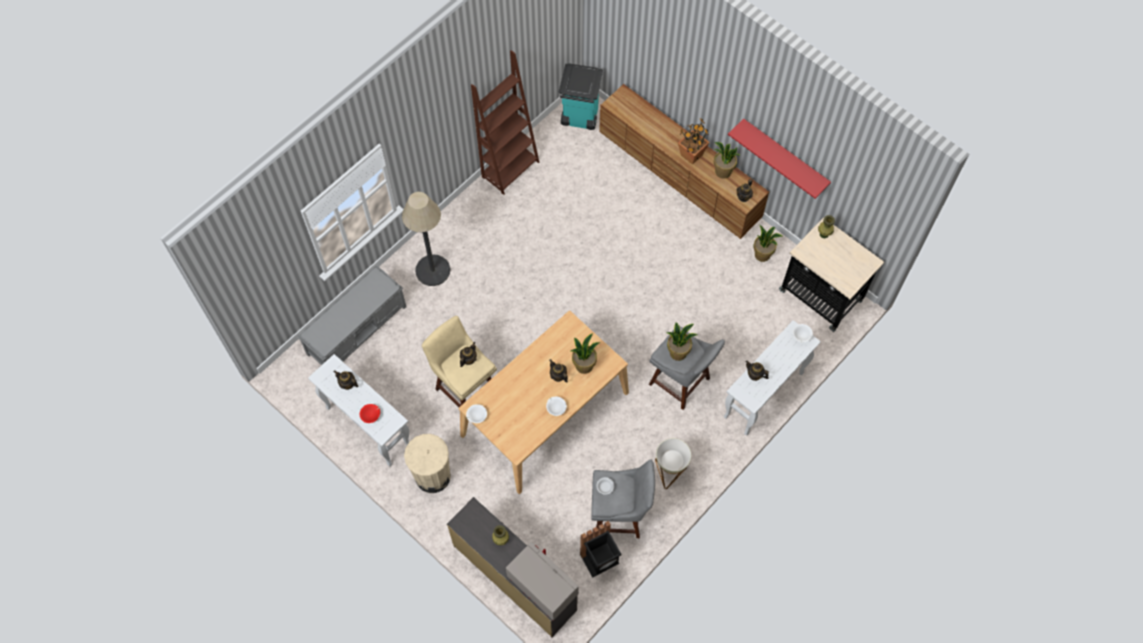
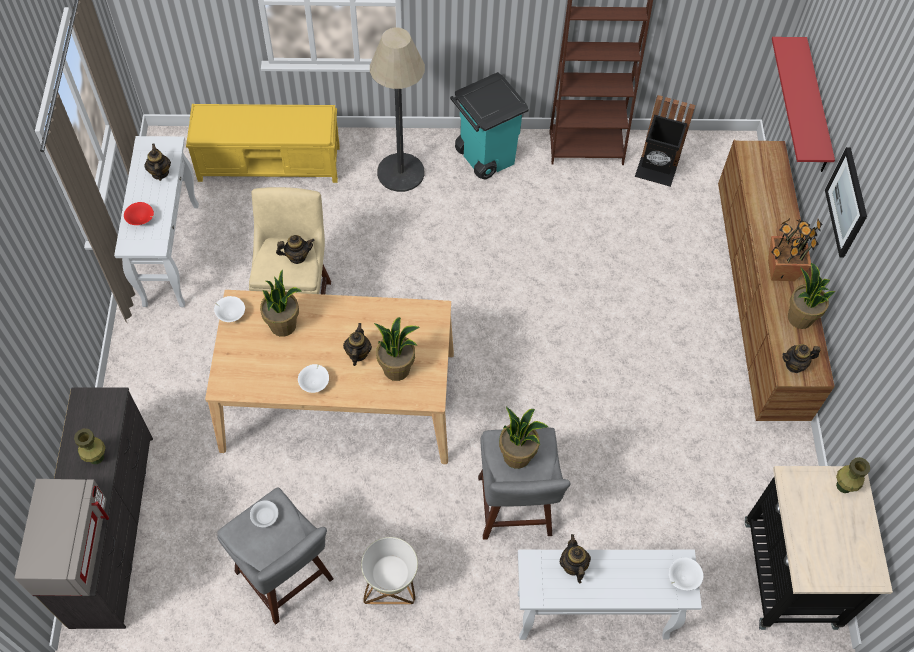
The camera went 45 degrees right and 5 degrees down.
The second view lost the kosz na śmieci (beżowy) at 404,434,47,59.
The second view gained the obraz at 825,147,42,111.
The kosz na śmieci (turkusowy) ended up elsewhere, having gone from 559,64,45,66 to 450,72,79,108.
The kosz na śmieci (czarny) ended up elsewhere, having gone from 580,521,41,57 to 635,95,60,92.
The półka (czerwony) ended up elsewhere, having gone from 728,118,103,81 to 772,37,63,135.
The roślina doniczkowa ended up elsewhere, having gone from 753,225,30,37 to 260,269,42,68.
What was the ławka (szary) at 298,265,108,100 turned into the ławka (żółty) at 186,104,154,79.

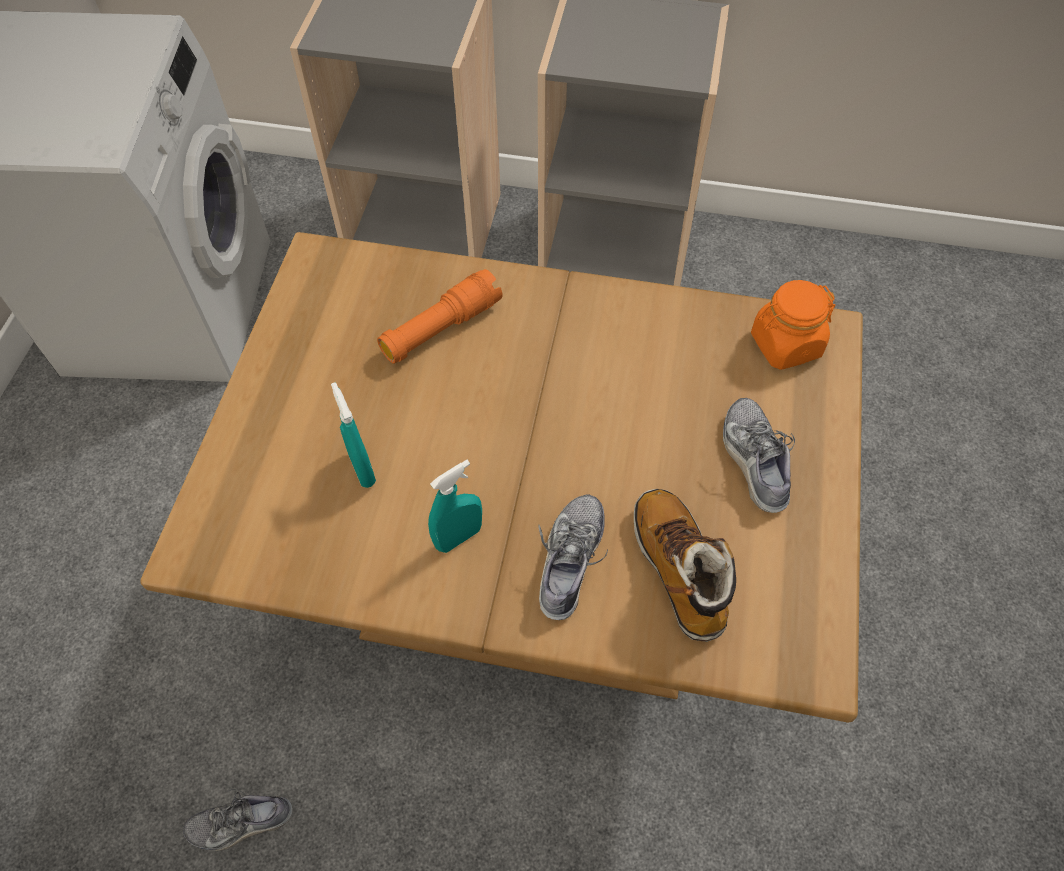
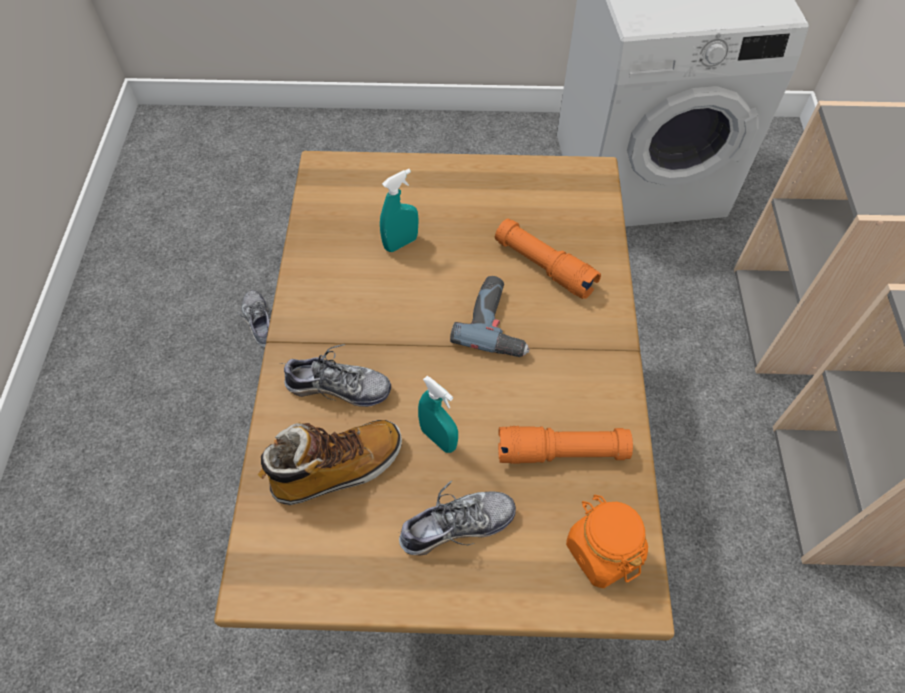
The camera went 80 degrees right and 0 degrees up.
The second view gained the wiertarka at 450,276,80,81.
The second view gained the latarka (pomarańczowy) at 498,426,135,38.
The spryskiwacz (turkusowy) ended up elsewhere, having gone from 428,460,54,93 to 418,376,40,77.

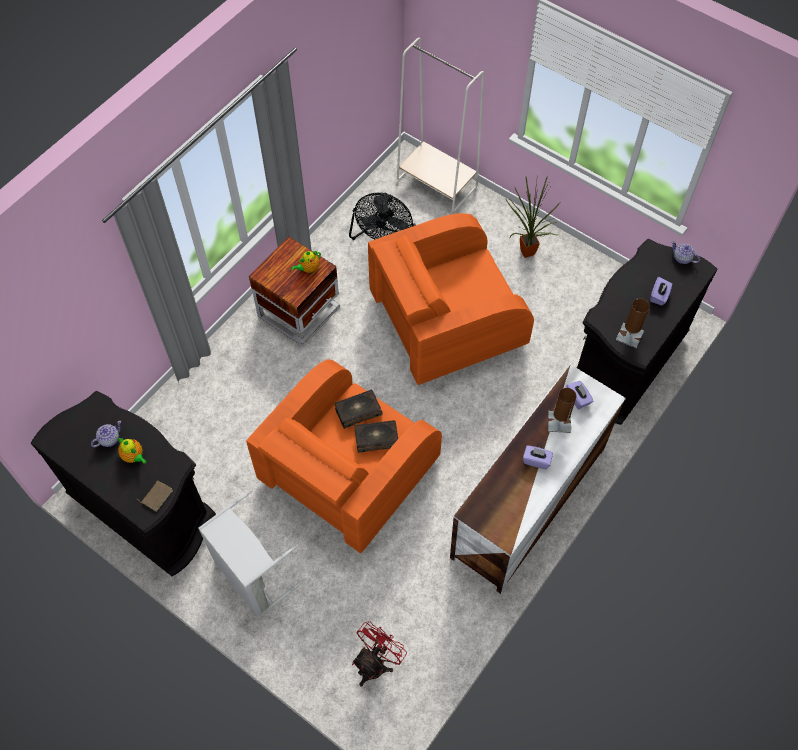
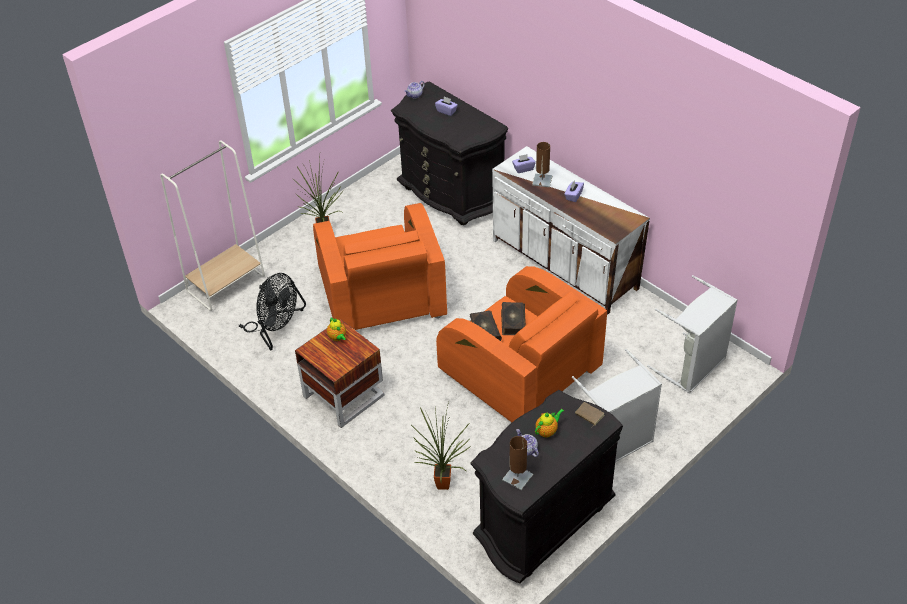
The camera went 80 degrees left and 15 degrees down.
The second view gained the roślina doniczkowa at 410,402,61,88.
The lampa stołowa (brązowy) ended up elsewhere, having gone from 616,299,34,49 to 502,436,31,54.
Where the wentylator (czerwony) stood at 352,622,55,65, the kosz na pranie (szary) came to stand at 647,275,91,119.

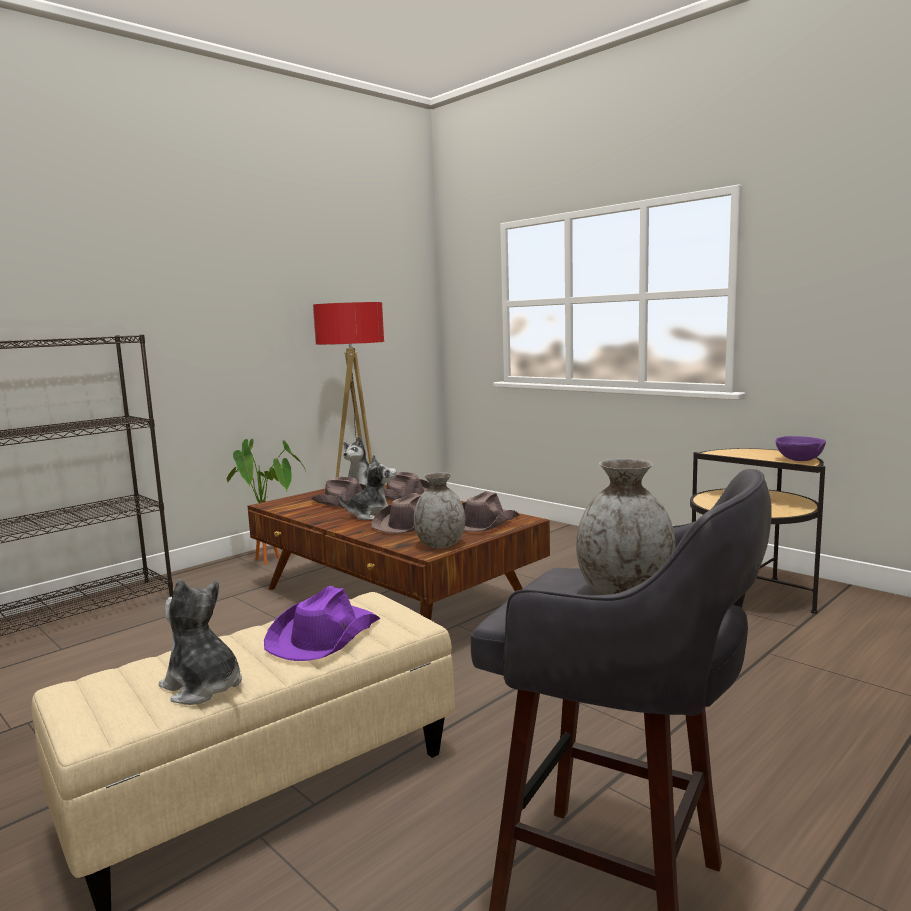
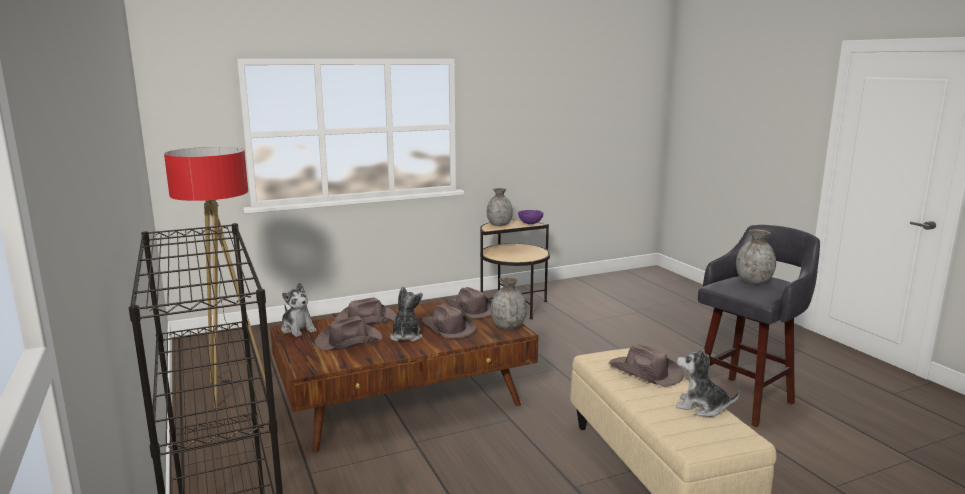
The camera went 70 degrees left and 5 degrees up.
The second view lost the roślina doniczkowa at 227,439,79,126.
The second view gained the wazon (szary) at 487,188,26,38.
What was the kapelusz (fioletowy) at 264,586,116,75 turned into the kapelusz (brązowy) at 608,344,76,43.
The pluszak at 159,579,83,126 ended up facing another way, 60 degrees clockwise from before.

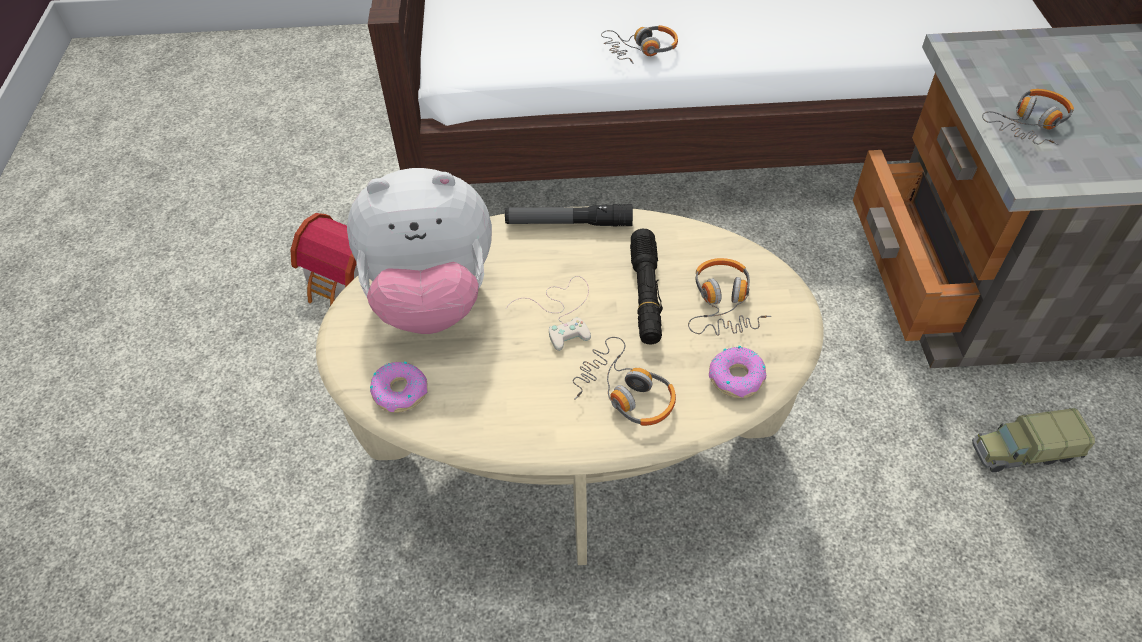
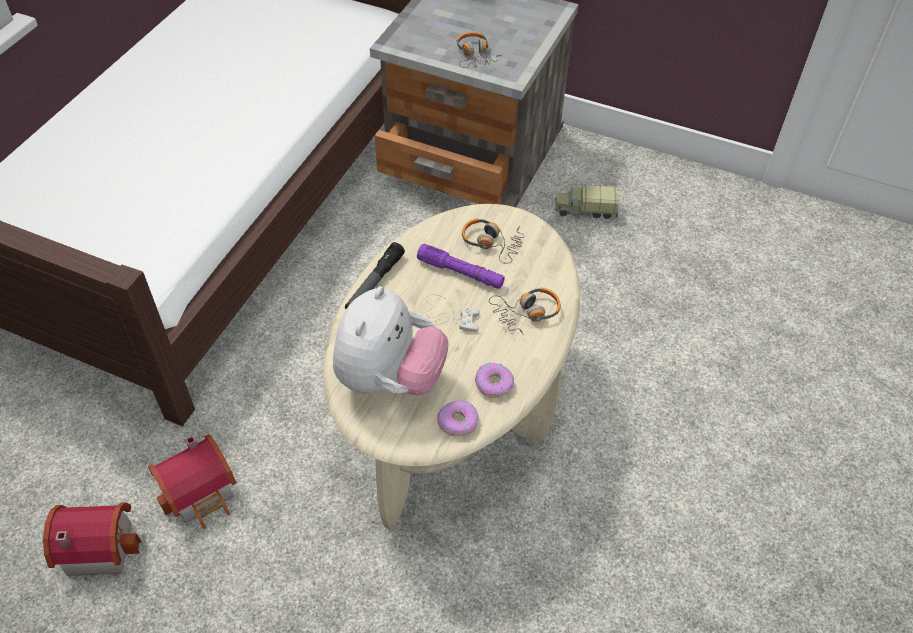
The camera went 65 degrees left and 0 degrees up.
The second view lost the słuchawki at 601,25,77,38.
The second view gained the domek at 43,502,98,74.
The donut ended up elsewhere, having gone from 709,346,57,52 to 475,363,39,35.
What was the latarka (czarny) at 630,229,33,115 turned into the latarka (fioletowy) at 417,244,88,45.
The ciężarówka zabawkowa at 972,408,123,64 ended up facing another way, 75 degrees clockwise from before.

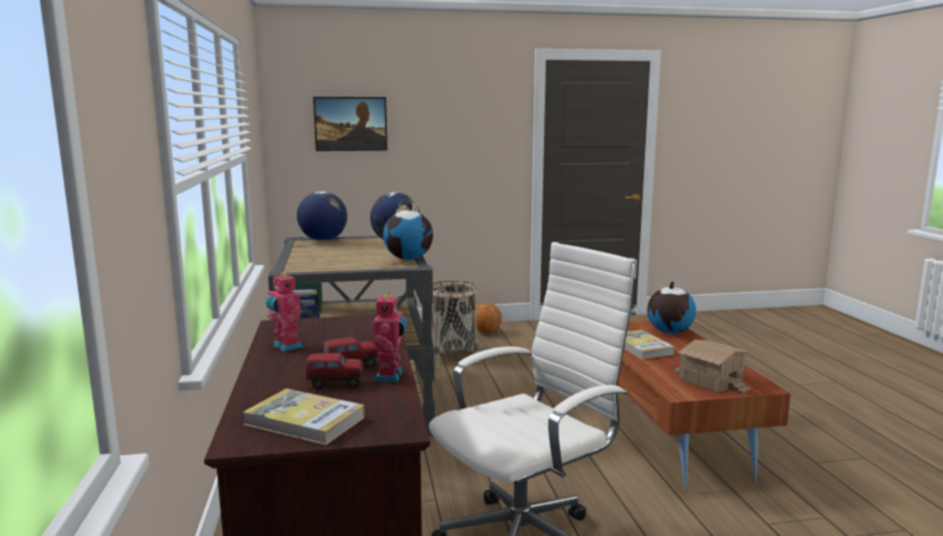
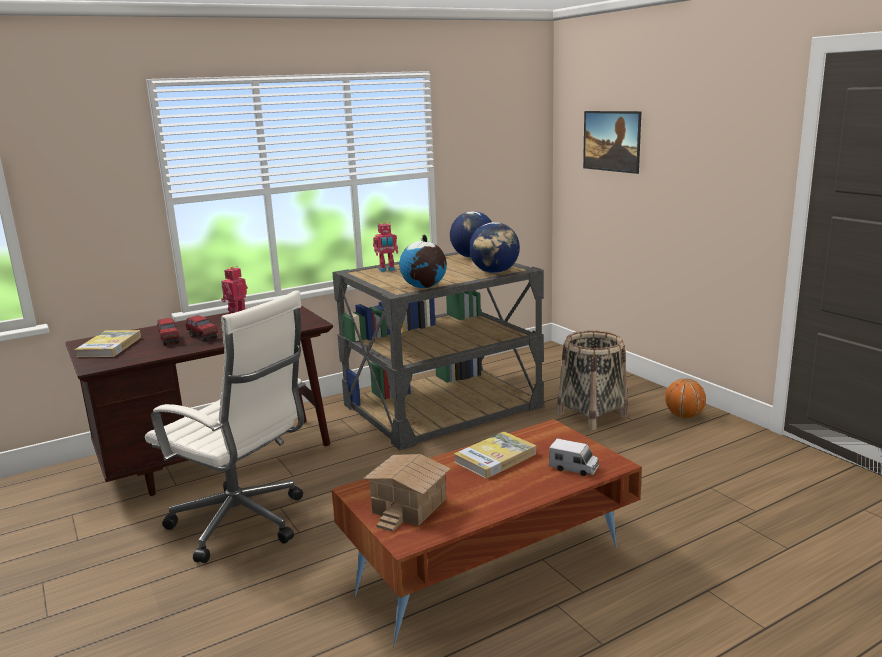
The camera went 70 degrees right and 5 degrees up.
The robot zabawkowy ended up elsewhere, having gone from 373,293,34,89 to 373,222,25,50.
Where the globus stood at 647,281,49,53, the ciężarówka zabawkowa came to stand at 549,438,50,38.

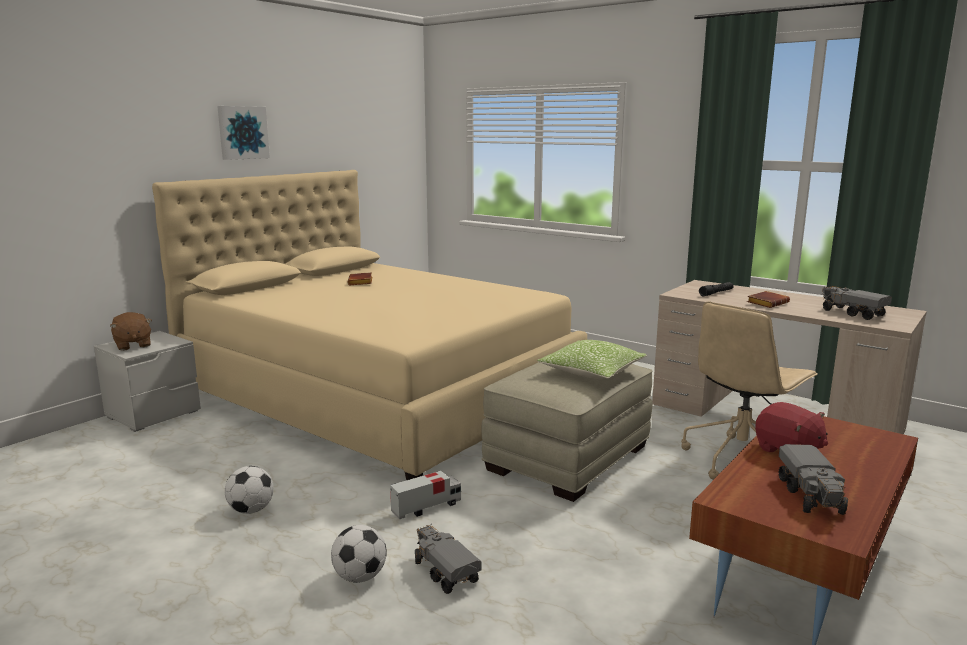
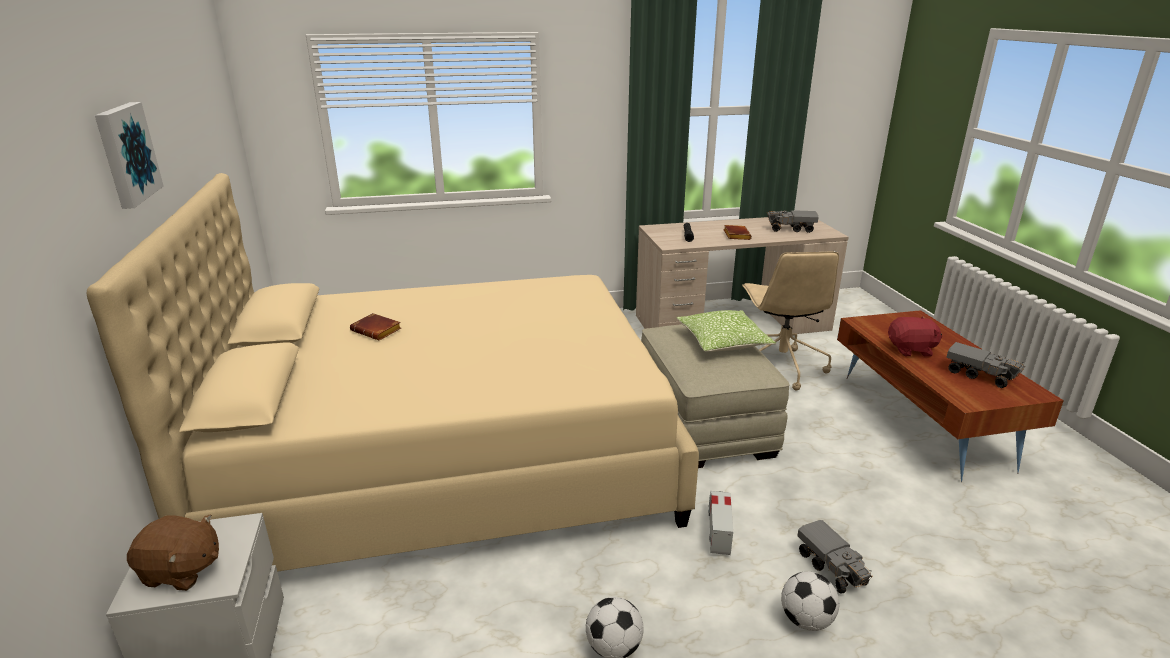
The camera went 50 degrees left and 10 degrees up.
The ciężarówka zabawkowa at 415,523,66,71 ended up facing another way, 120 degrees counterclockwise from before.

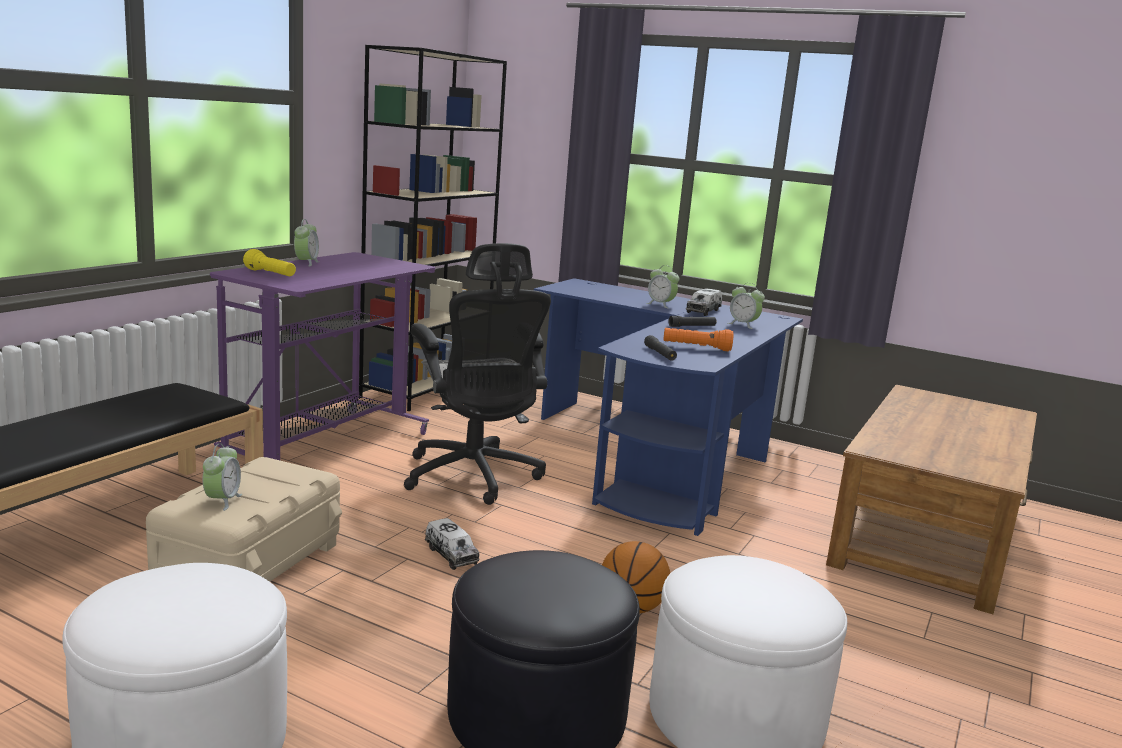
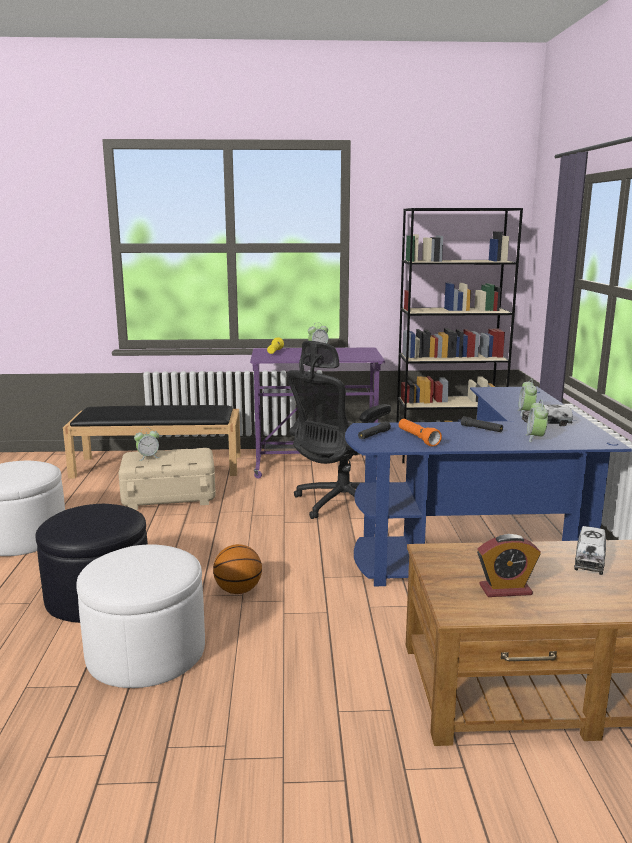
The camera went 60 degrees right and 0 degrees up.
The second view gained the budzik at 477,534,64,63.
The ciężarówka zabawkowa ended up elsewhere, having gone from 425,518,54,52 to 574,526,32,49.

